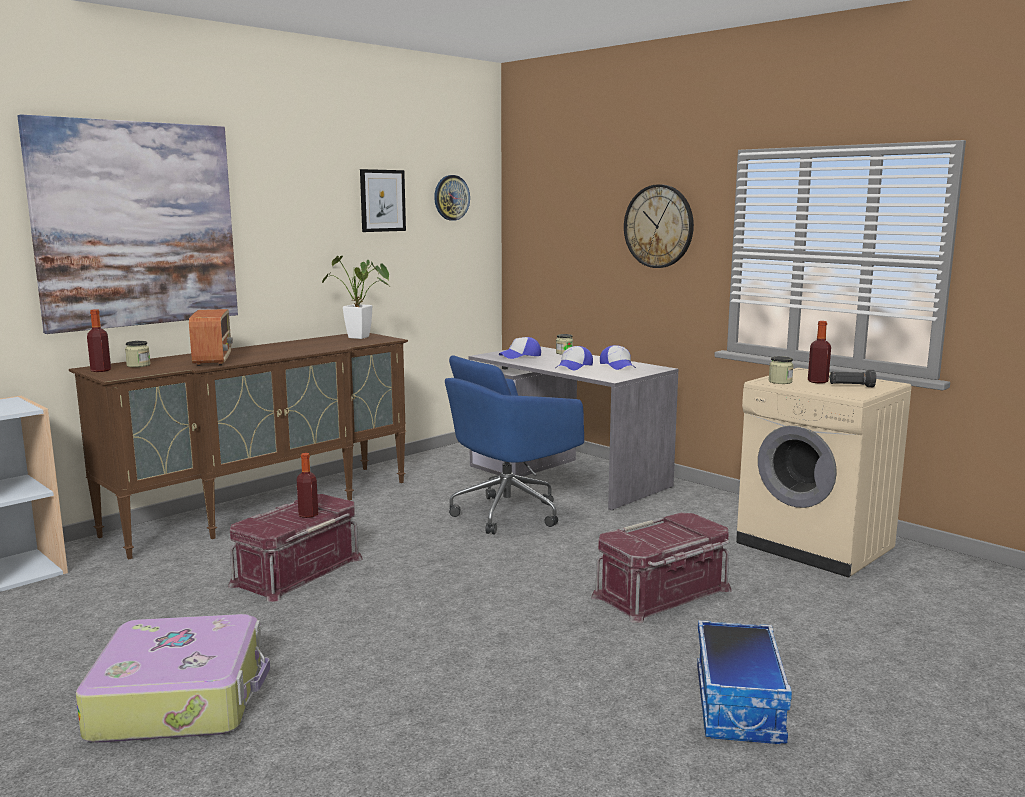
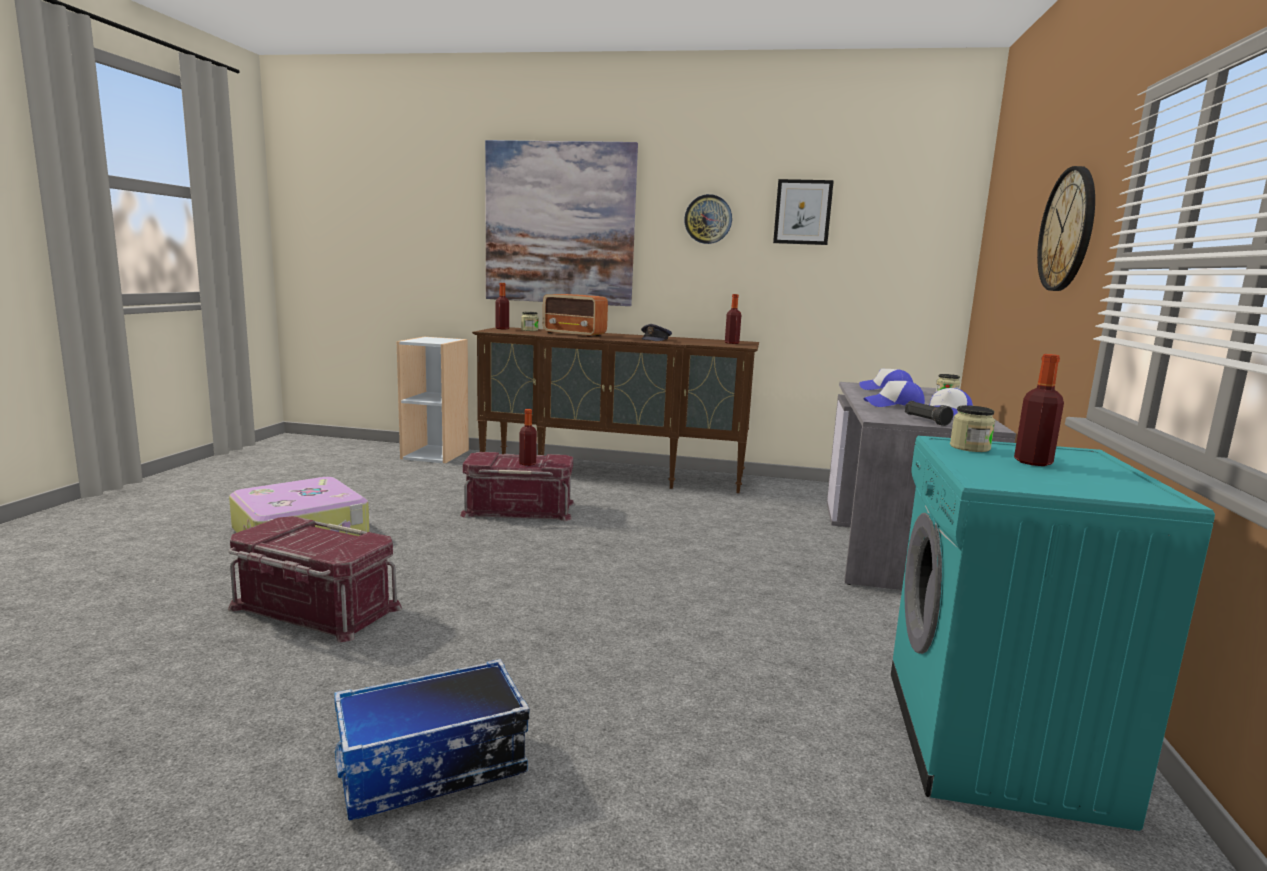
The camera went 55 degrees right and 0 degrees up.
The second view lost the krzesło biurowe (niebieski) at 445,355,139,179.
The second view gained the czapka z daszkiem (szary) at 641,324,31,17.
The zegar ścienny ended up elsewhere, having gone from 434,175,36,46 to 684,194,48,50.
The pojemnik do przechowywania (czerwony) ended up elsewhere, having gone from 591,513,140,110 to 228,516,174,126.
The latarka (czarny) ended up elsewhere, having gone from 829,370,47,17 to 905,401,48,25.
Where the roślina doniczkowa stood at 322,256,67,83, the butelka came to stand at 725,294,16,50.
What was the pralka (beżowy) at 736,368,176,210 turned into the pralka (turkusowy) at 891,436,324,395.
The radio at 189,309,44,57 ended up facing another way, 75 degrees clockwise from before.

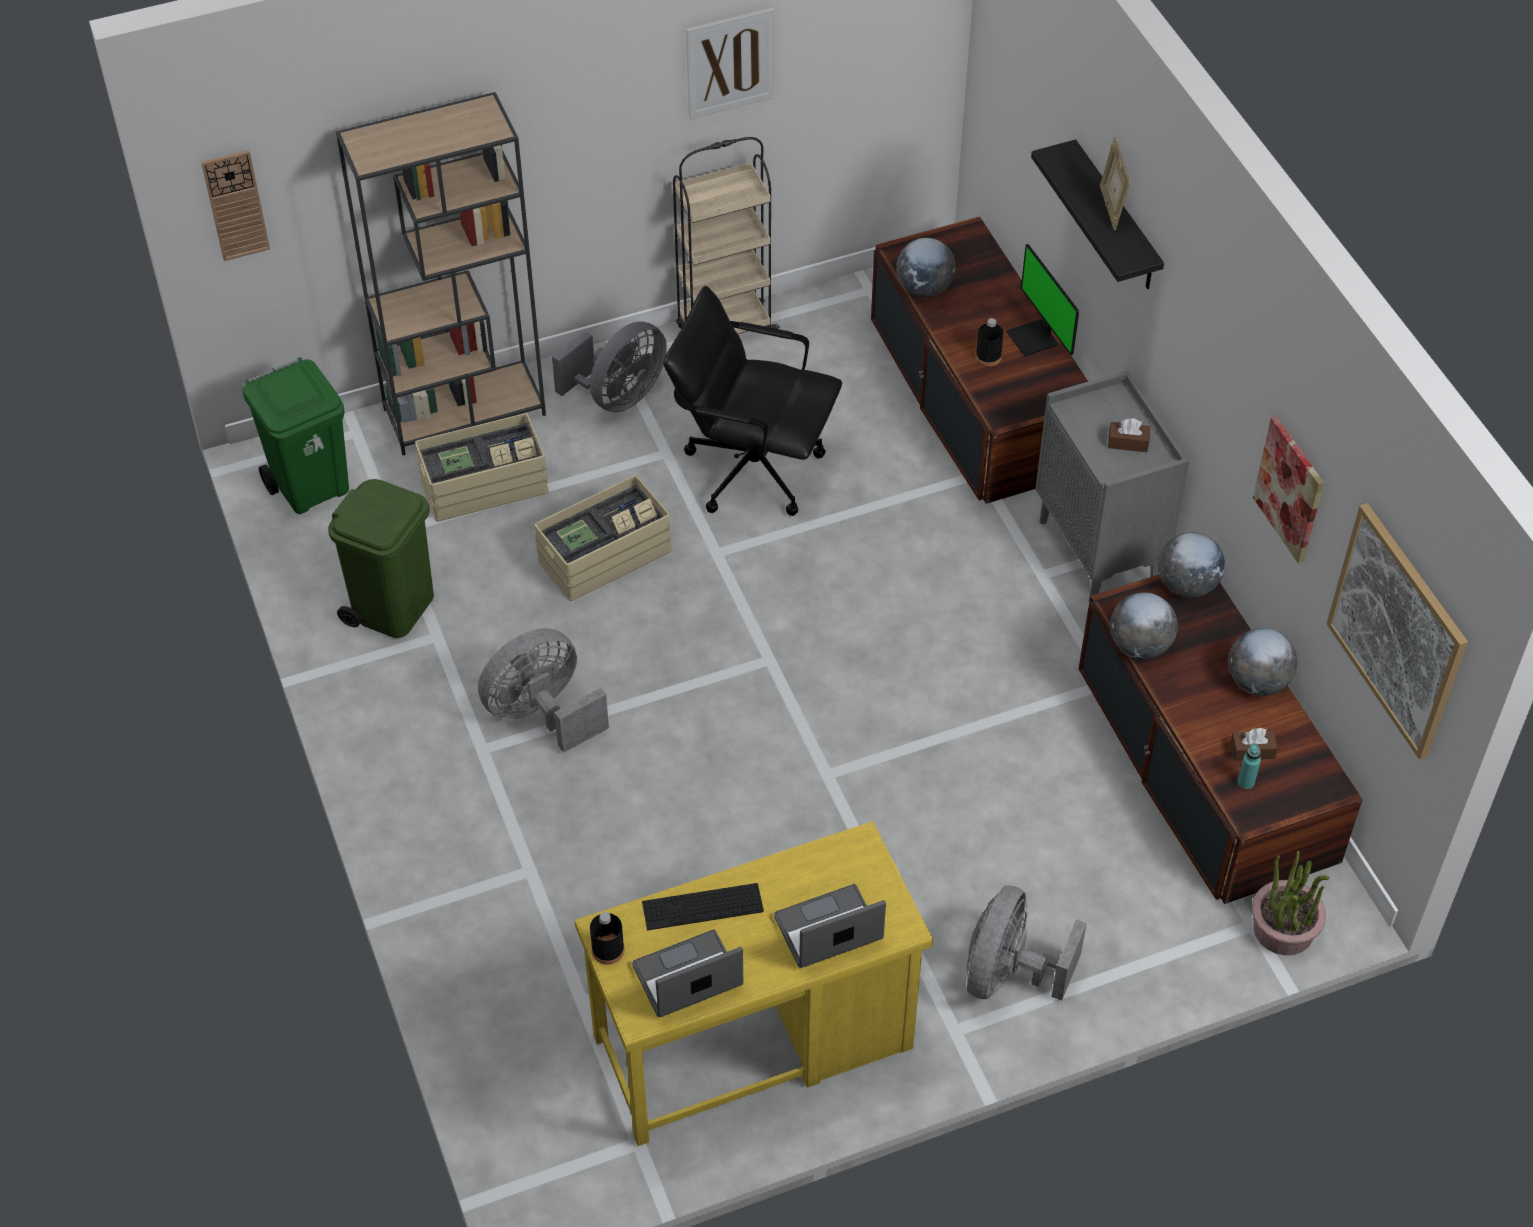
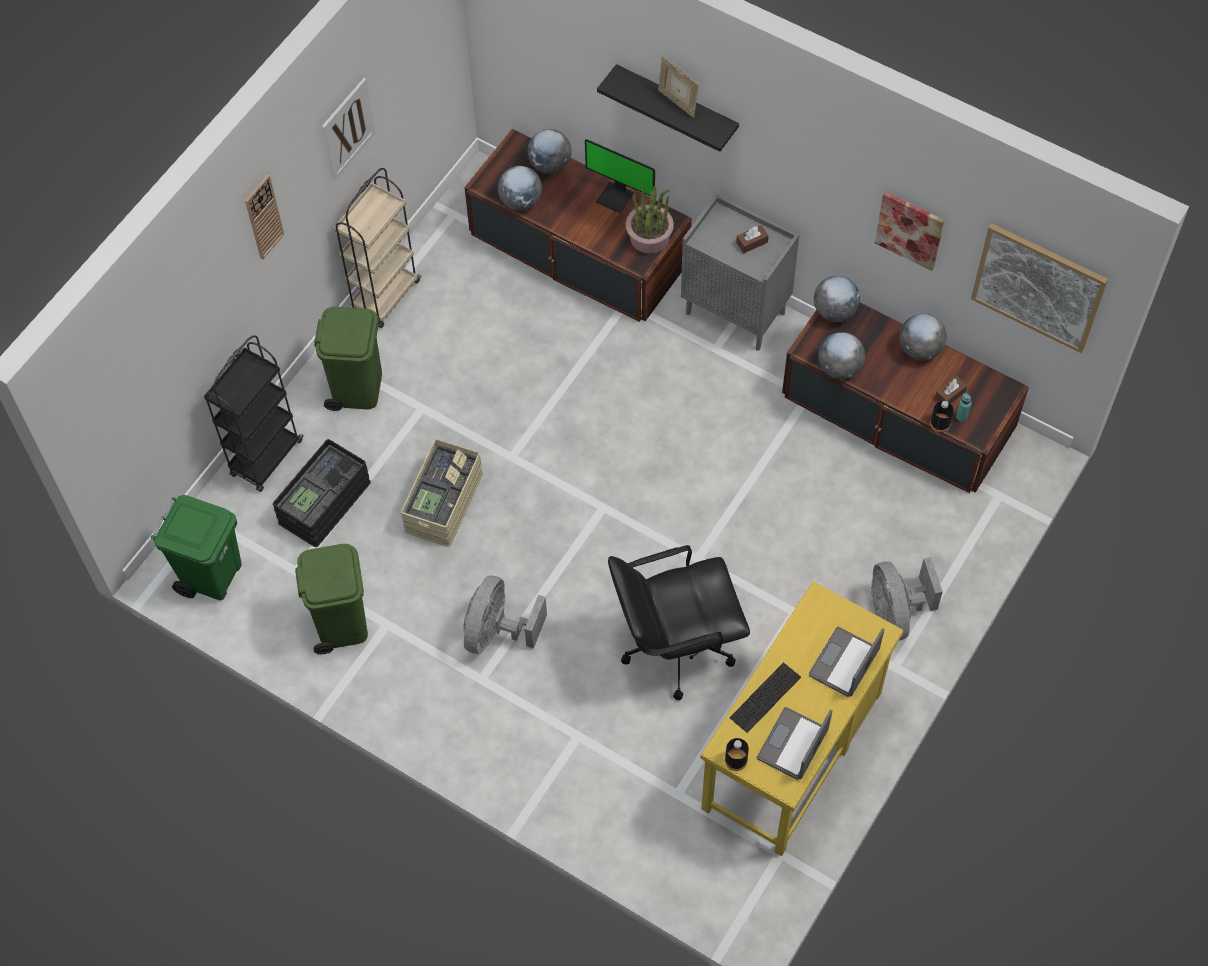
The camera went 35 degrees left and 10 degrees up.
The second view gained the globus at 528,129,44,45.
The zegar ścienny ended up elsewhere, having gone from 201,150,69,111 to 245,174,39,86.
The krzesło biurowe (czarny) ended up elsewhere, having gone from 663,286,179,230 to 608,545,142,155.
The butelka (czarny) ended up elsewhere, having gone from 975,318,29,48 to 930,401,24,32.
The roślina doniczkowa ended up elsewhere, having gone from 1252,851,78,104 to 626,185,48,69.
Where the regał stood at 336,92,210,363, the wózek (czarny) came to stand at 204,335,100,157.
Where the wentylator (szary) stood at 552,321,115,92, the kosz na śmieci (zielony) came to stand at 314,306,68,105.
What was the pojemnik do przechowywania (beżowy) at 415,413,134,109 turned into the pojemnik do przechowywania (czarny) at 273,439,98,108.

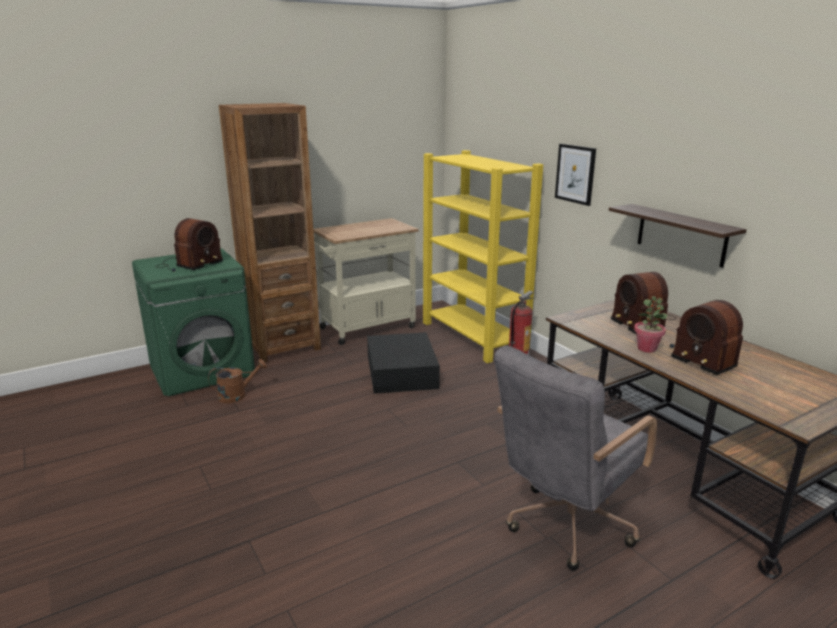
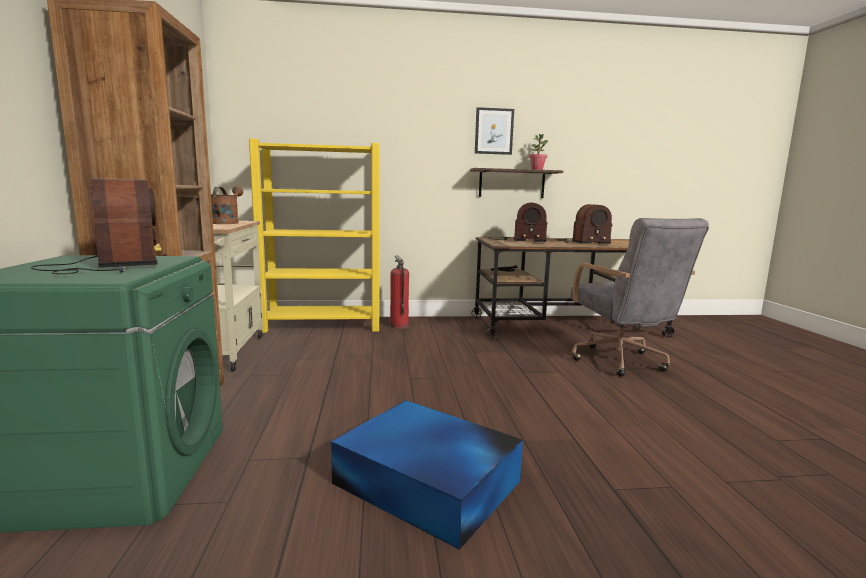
The camera went 65 degrees left and 10 degrees down.
The second view lost the pojemnik do przechowywania (czarny) at 367,332,73,62.
The second view gained the pojemnik do przechowywania (niebieski) at 331,400,192,150.
The konewka (brązowy) ended up elsewhere, having gone from 208,359,59,44 to 211,186,32,38.
The obraz ended up elsewhere, having gone from 555,144,41,62 to 475,107,39,48.
The roślina doniczkowa ended up elsewhere, having gone from 634,296,33,57 to 529,134,19,36.

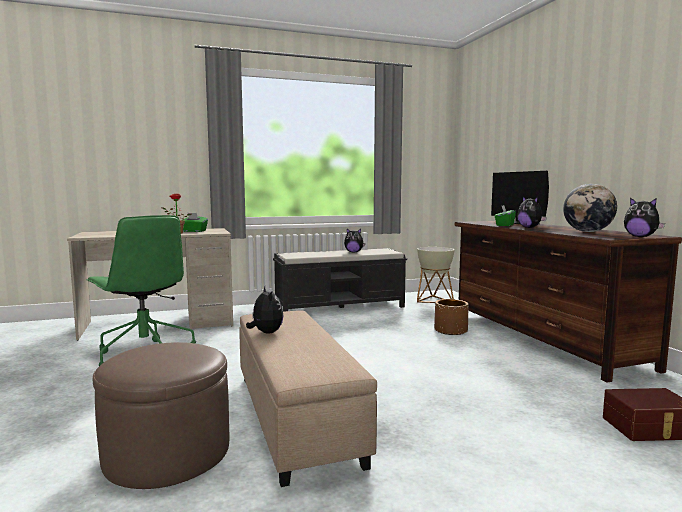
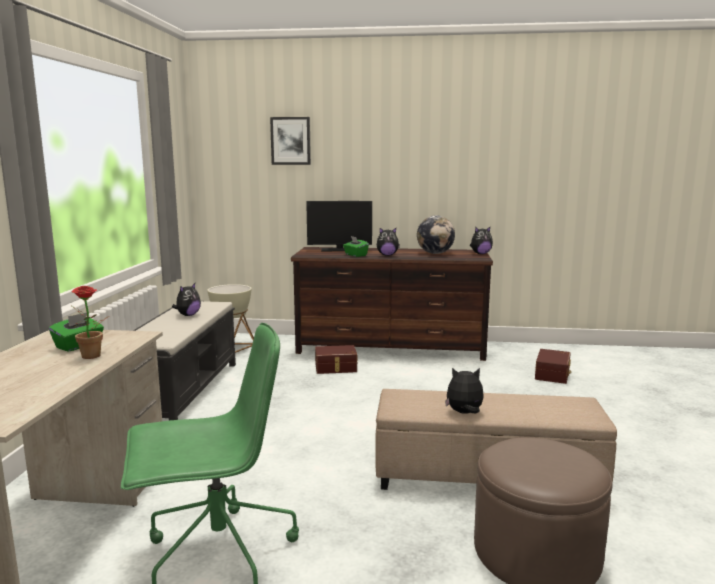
The camera went 65 degrees left and 5 degrees up.
The second view gained the obraz at 270,117,41,48.
Where the donica (brązowy) stood at 434,299,35,36, the pojemnik do przechowywania (brązowy) came to stand at 315,345,42,29.

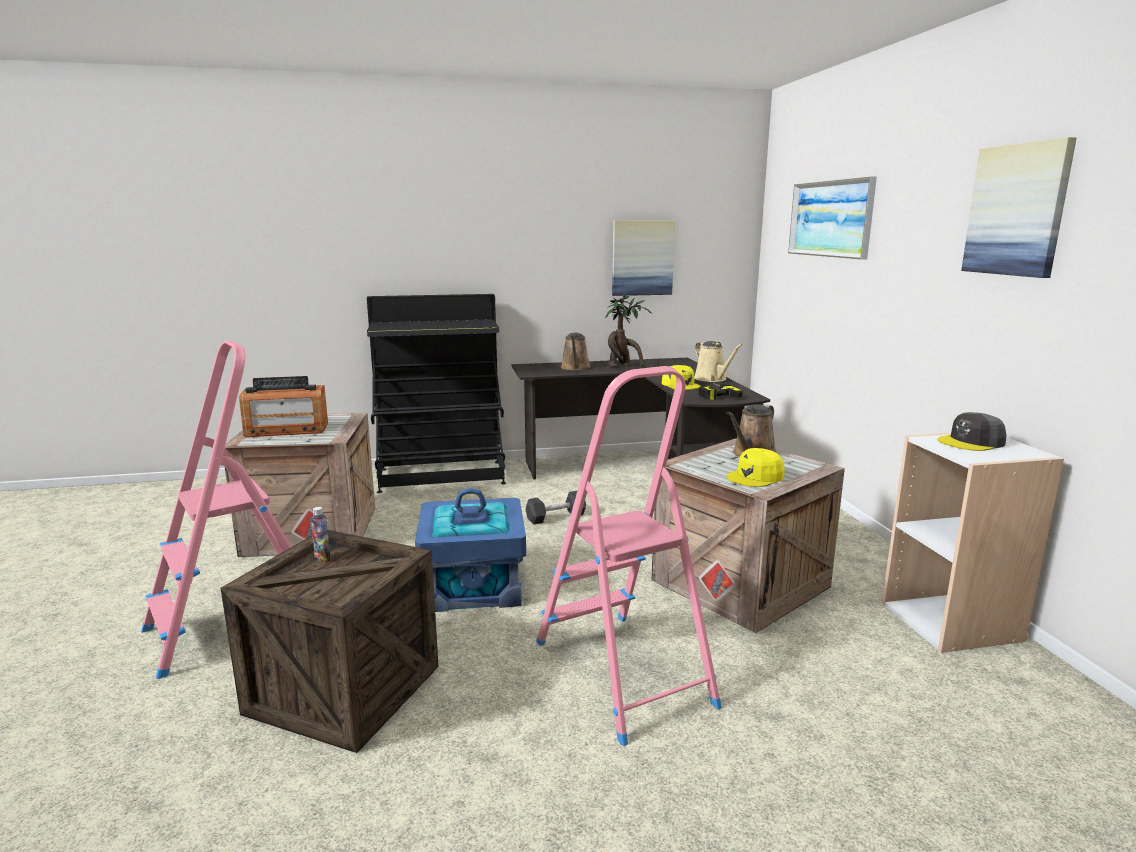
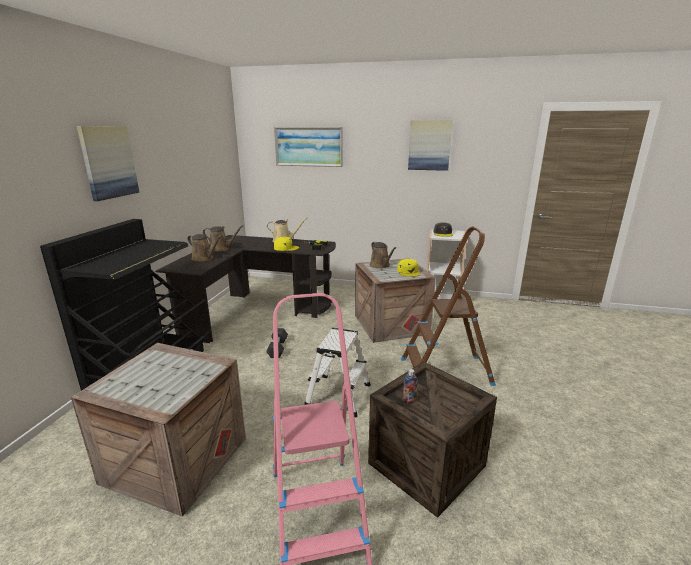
The camera went 65 degrees left and 5 degrees up.
The second view lost the radio at 239,376,89,61.
The obraz ended up elsewhere, having gone from 612,220,63,76 to 77,126,62,75.
Where the pojemnik do przechowywania (niebieski) stood at 415,488,111,124, the drabinka (biały) came to stand at 304,328,67,89.
Where the roślina doniczkowa stood at 605,292,47,75, the konewka (brązowy) came to stand at 203,225,41,27.
What was the drabinka (różowy) at 536,366,186,380 turned into the drabinka (brązowy) at 401,227,95,159.

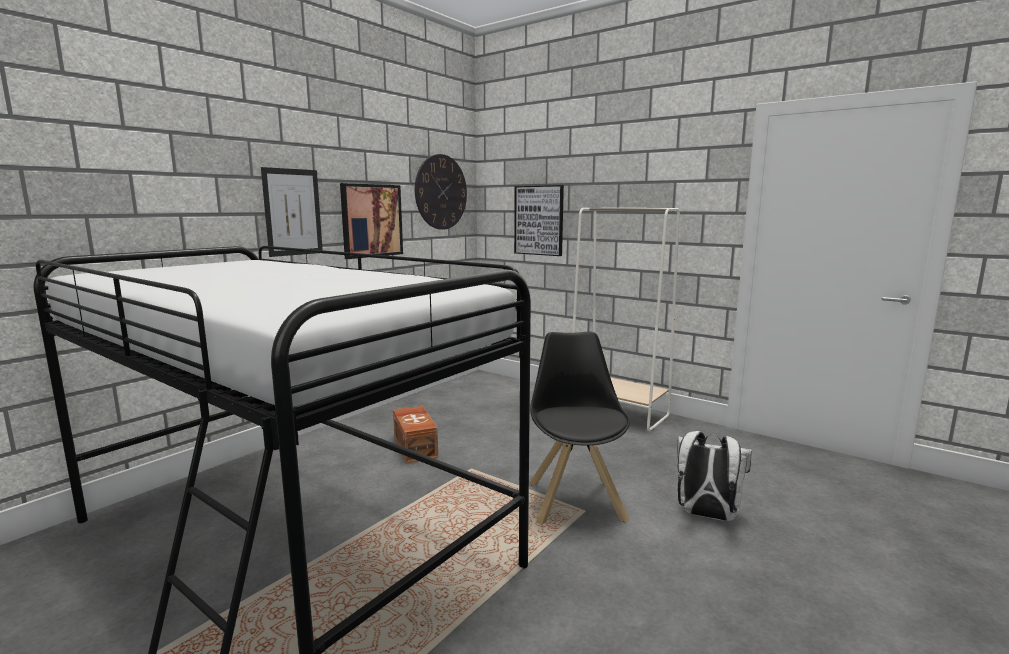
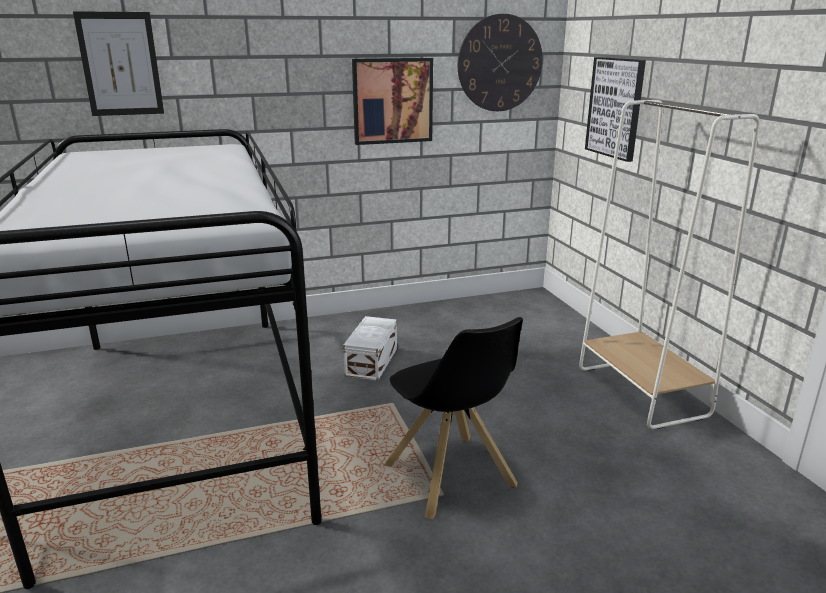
The camera went 35 degrees right and 10 degrees up.
The second view lost the plecak (biały) at 677,431,75,90.
The obraz ended up elsewhere, having gone from 261,167,62,90 to 73,11,91,105.
What was the pojemnik do przechowywania (brązowy) at 393,406,45,57 turned into the pojemnik do przechowywania (biały) at 343,316,54,65.
The krzesło (czarny) at 529,332,101,193 ended up facing another way, 120 degrees clockwise from before.

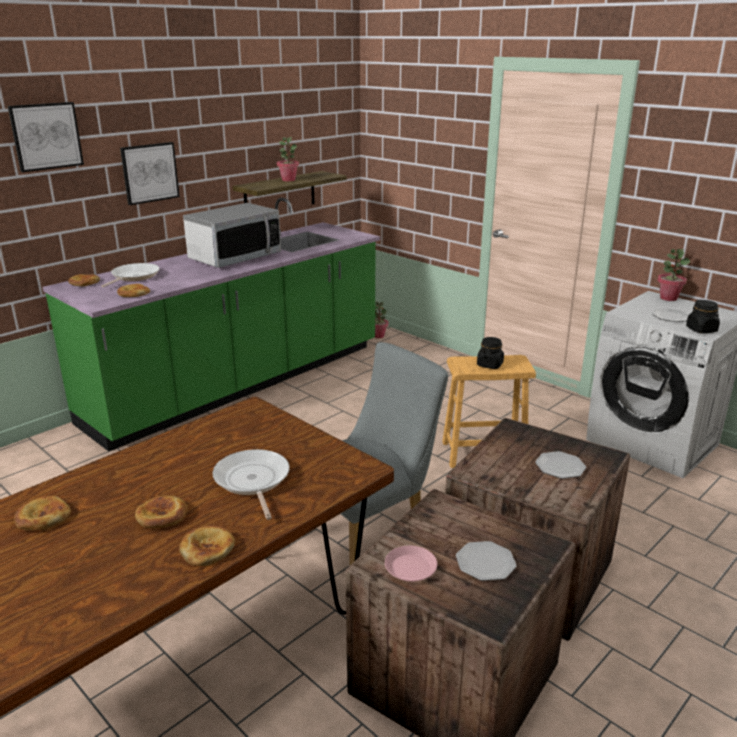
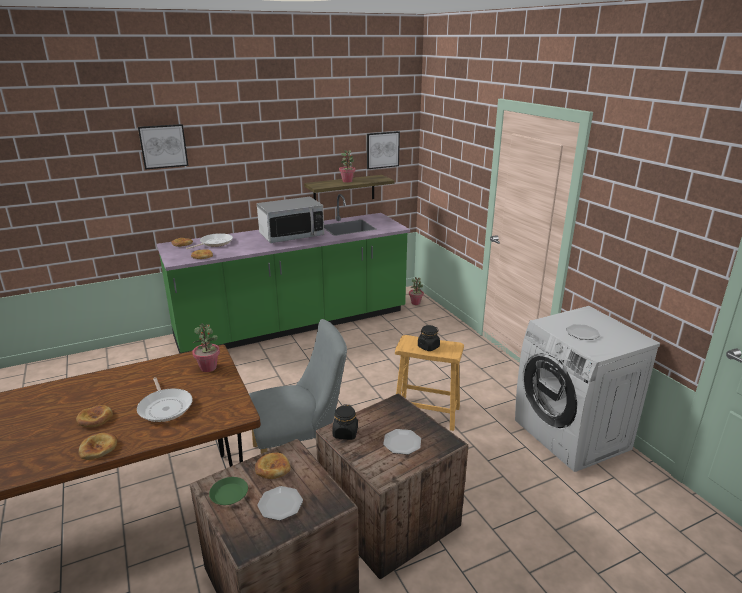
The camera went 20 degrees right and 0 degrees up.
The chleb ended up elsewhere, having gone from 14,496,57,35 to 255,452,36,27.
The obraz ended up elsewhere, having gone from 120,142,60,63 to 367,131,33,38.
The roślina doniczkowa ended up elsewhere, having gone from 657,249,33,52 to 192,323,28,49.
The słoik (czarny) ended up elsewhere, having gone from 686,300,34,33 to 332,404,26,36.
What was the talerz (różowy) at 385,546,52,36 turned into the talerz (zielony) at 209,477,39,28.
The patelnia at 212,449,78,71 ended up facing another way, 150 degrees clockwise from before.

